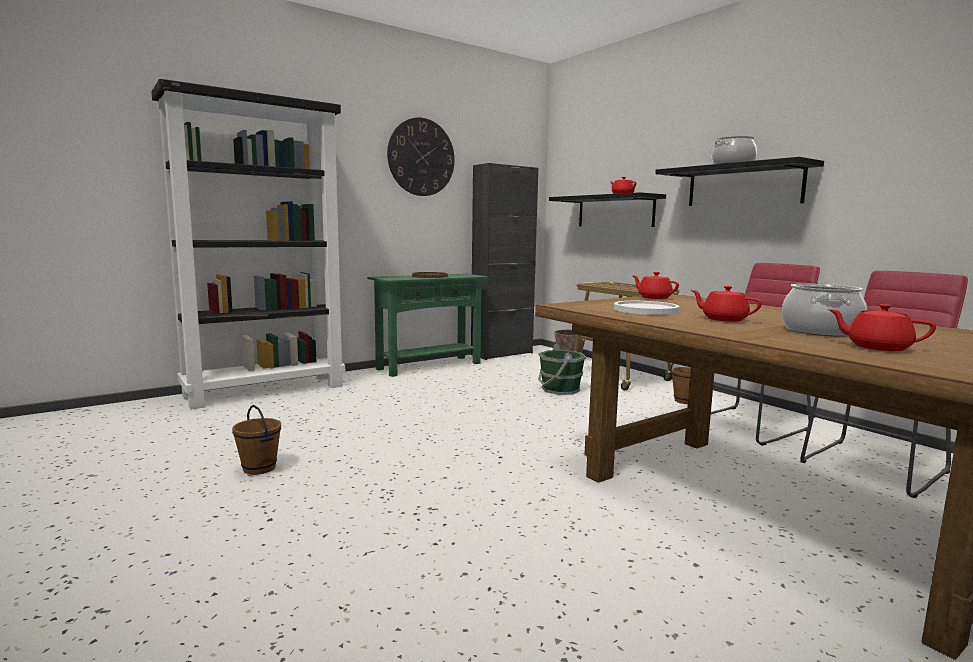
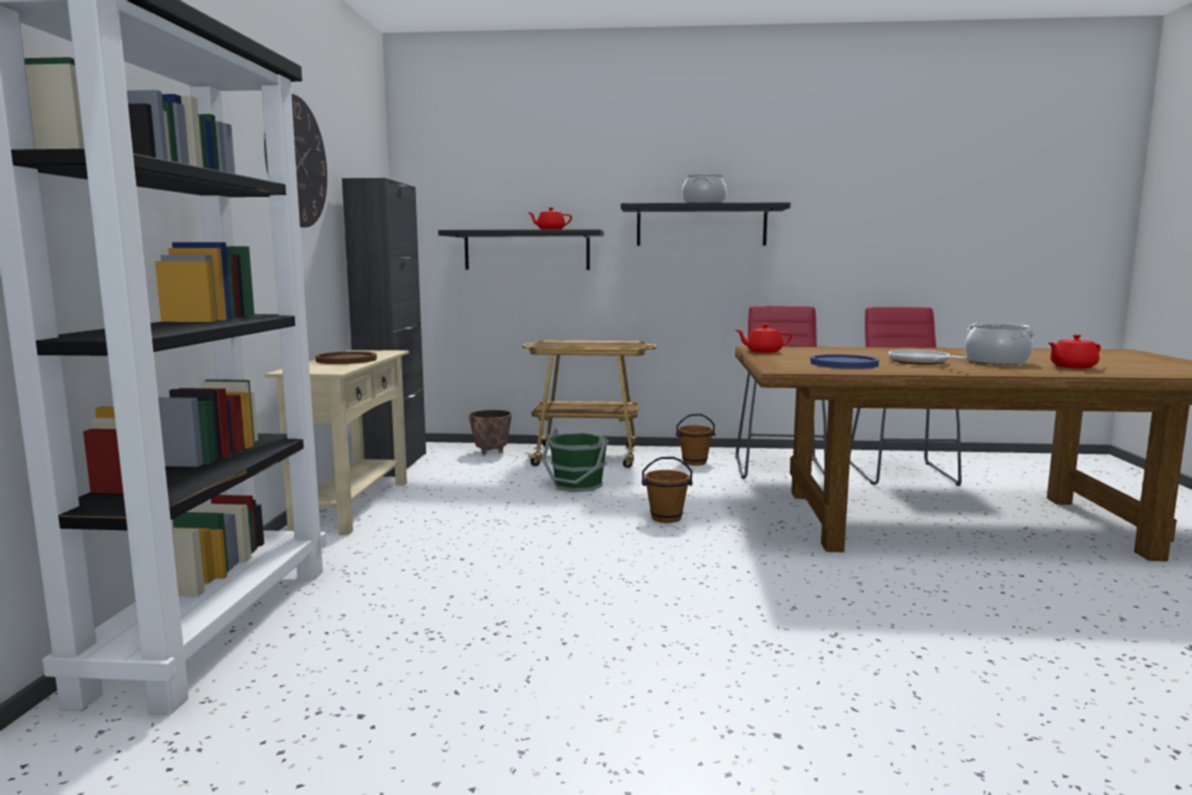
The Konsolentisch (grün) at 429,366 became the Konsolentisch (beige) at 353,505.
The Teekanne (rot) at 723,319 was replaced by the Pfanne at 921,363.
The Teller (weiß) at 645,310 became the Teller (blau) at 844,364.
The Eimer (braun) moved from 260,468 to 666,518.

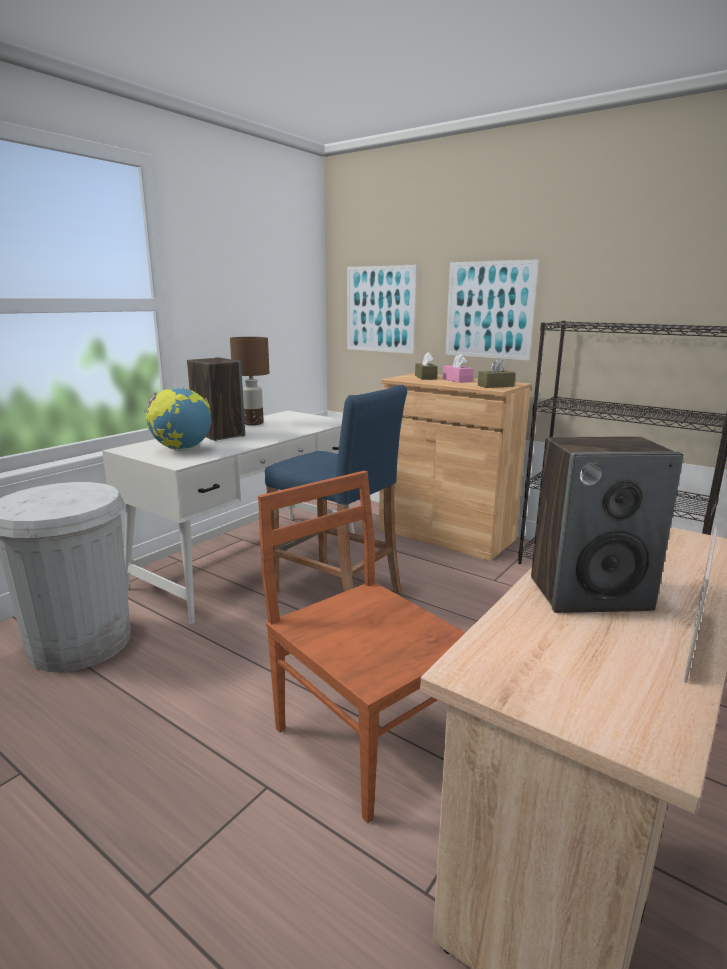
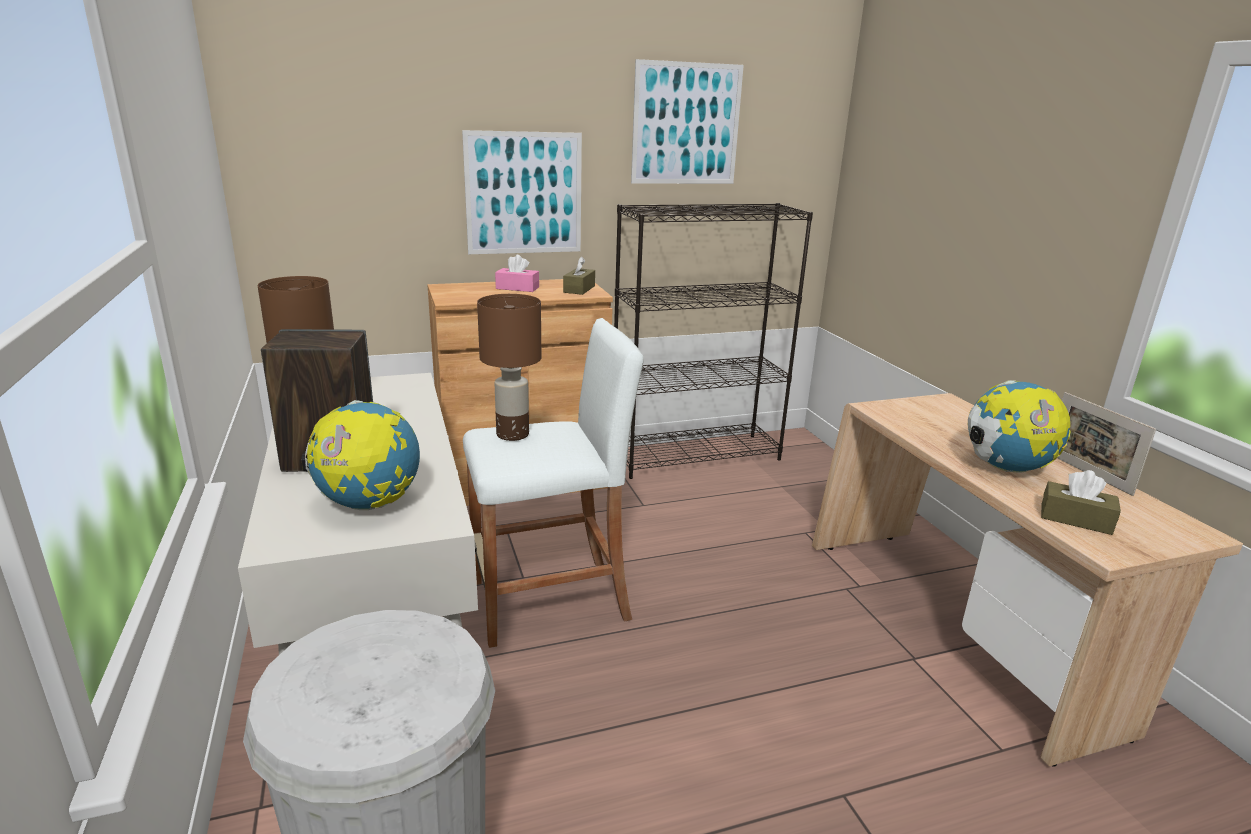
The Bild moved from 380,309 to 686,124.
The Taschentuchbox (braun) moved from 425,377 to 1075,519.
The Hocker (blau) at 336,592 became the Hocker (weiß) at 549,601.
The Lautsprecher at 589,593 was replaced by the Globus at 1005,468.
The Stuhl (braun) at 366,736 disappeared.
The Tischlampe (braun) at 512,434 appeared.

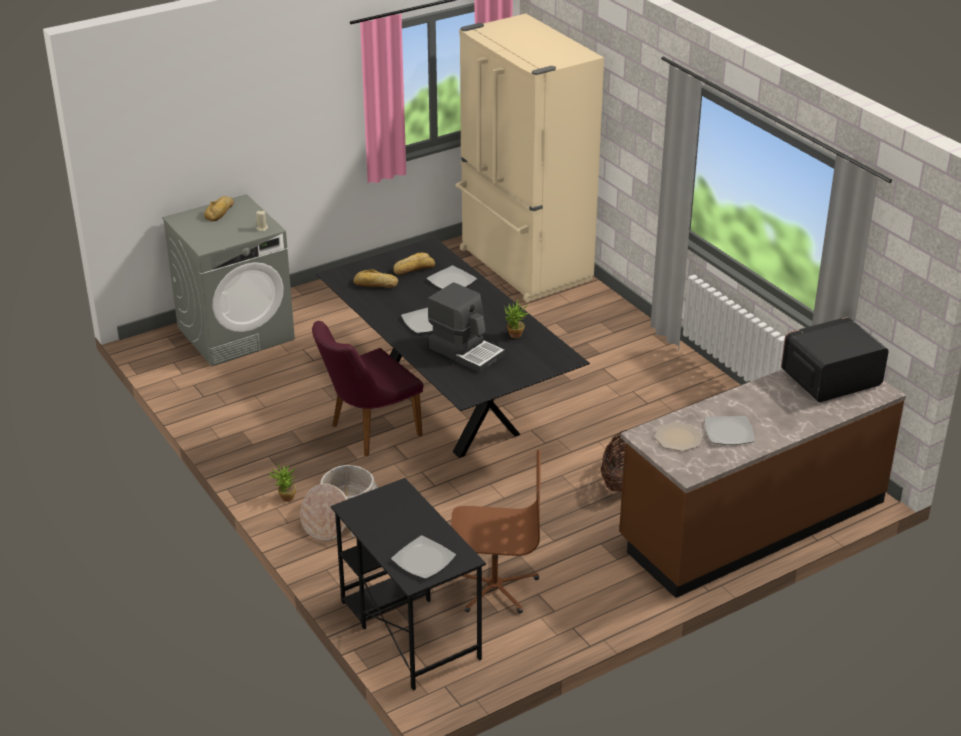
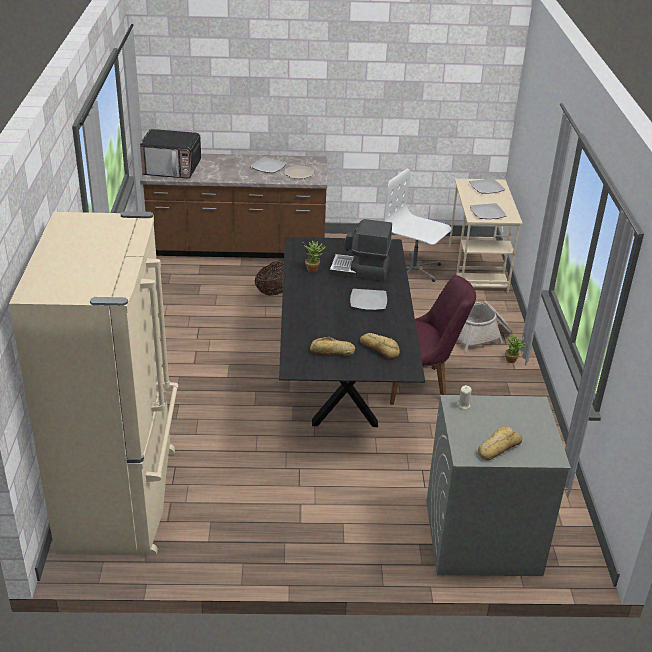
The Teller moved from 451,281 to 487,213.
The Kaffeemaschine at 466,351 turned 60 degrees counterclockwise.
The Bürostuhl (braun) at 494,587 became the Bürostuhl (weiß) at 414,270.
The Schreibtisch (schwarz) at 409,629 became the Schreibtisch (beige) at 477,269.

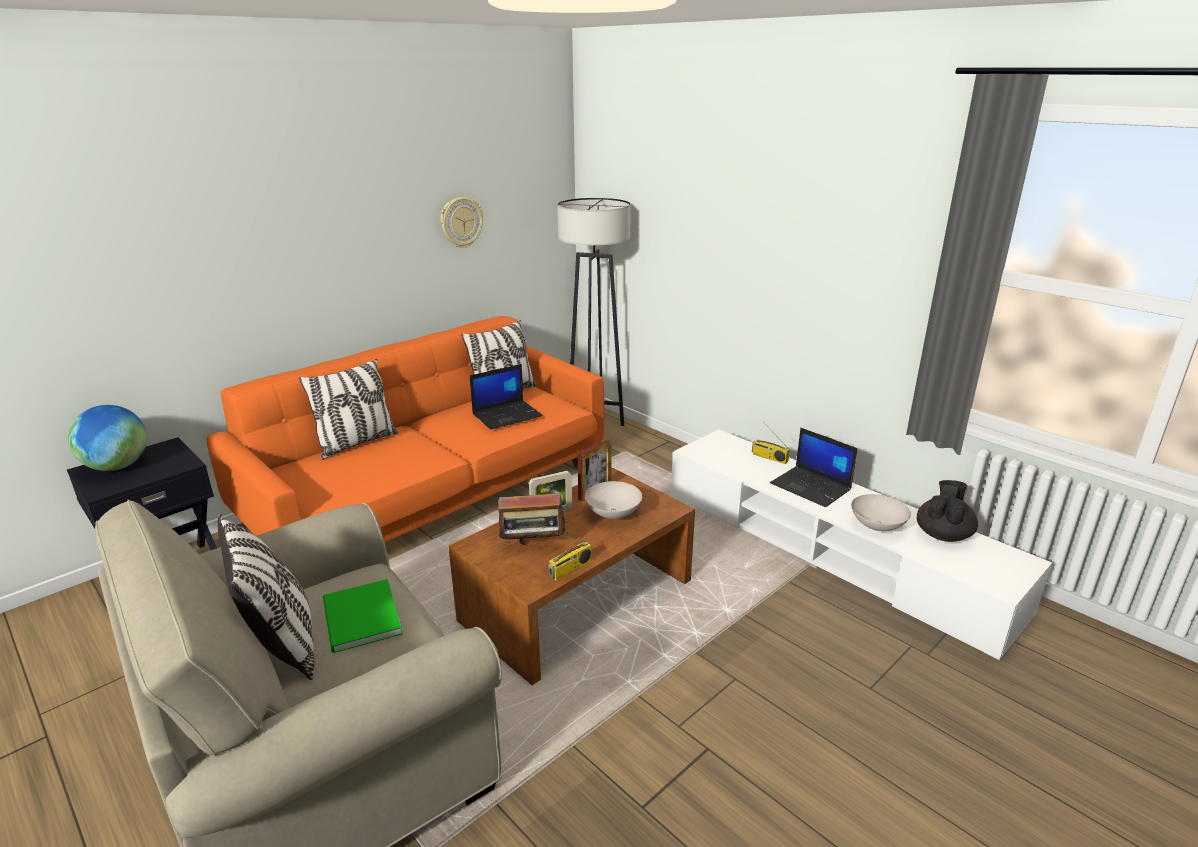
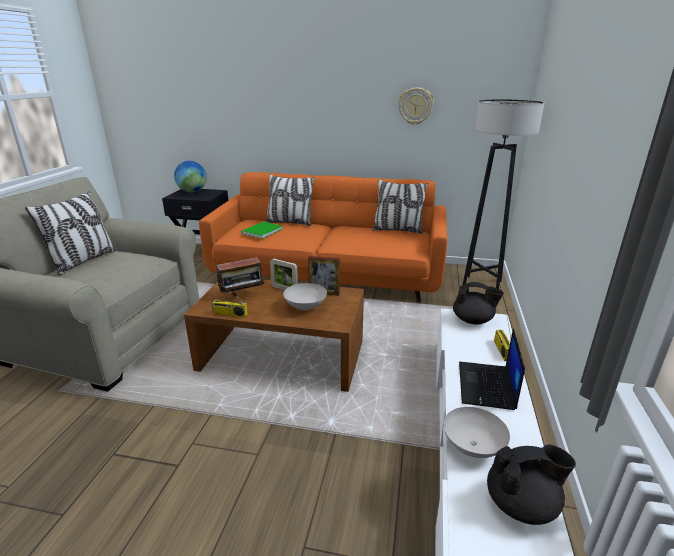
The Laptop at 507,415 disappeared.
The Radio at 533,546 turned 75 degrees counterclockwise.
The Buch (grün) moved from 360,619 to 260,231.
The Teekanne (schwarz) at 473,320 appeared.

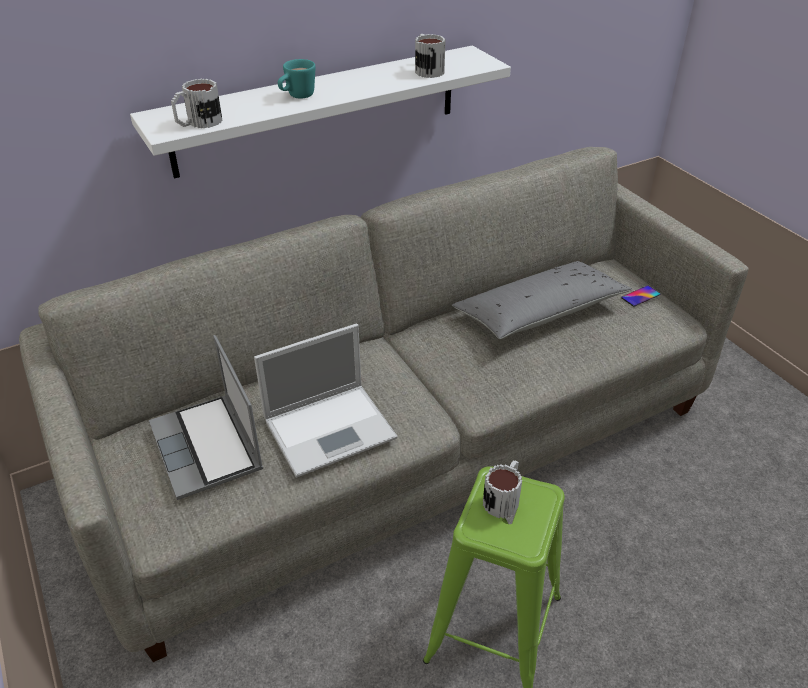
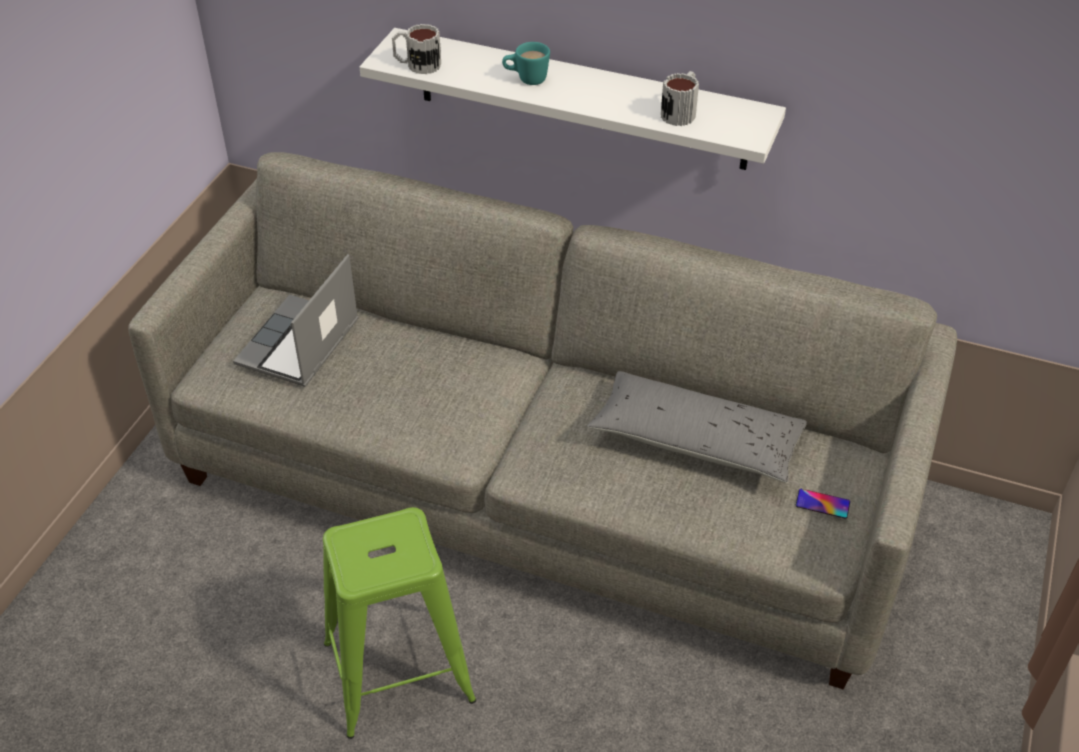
The Laptop at 332,428 disappeared.
The Henkelbecher at 503,498 disappeared.

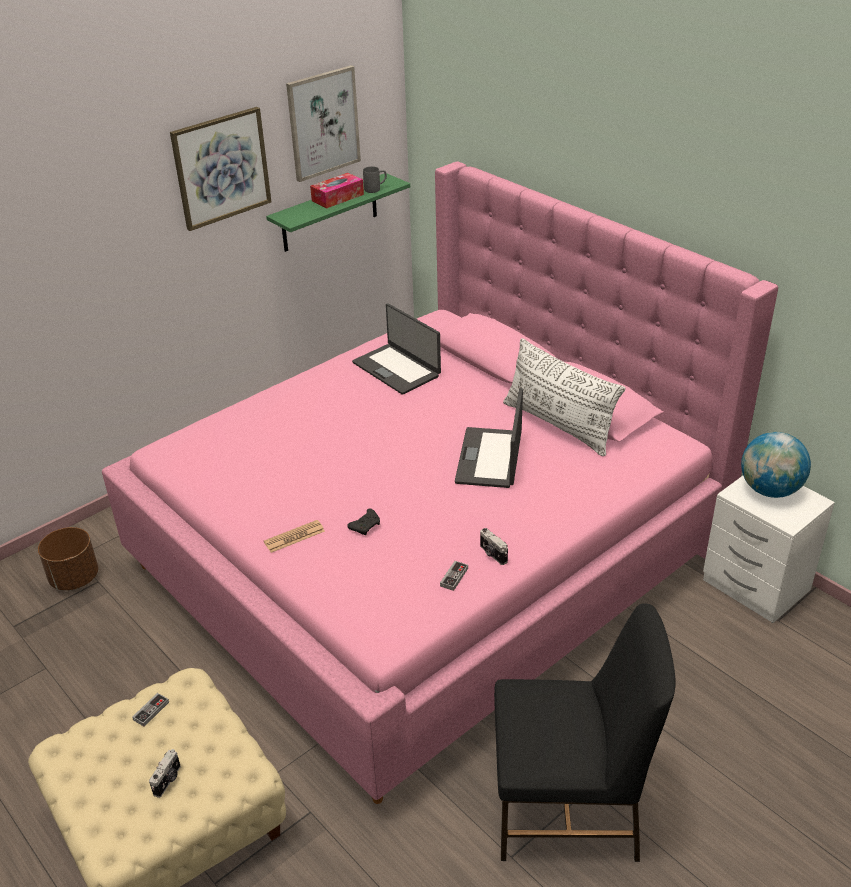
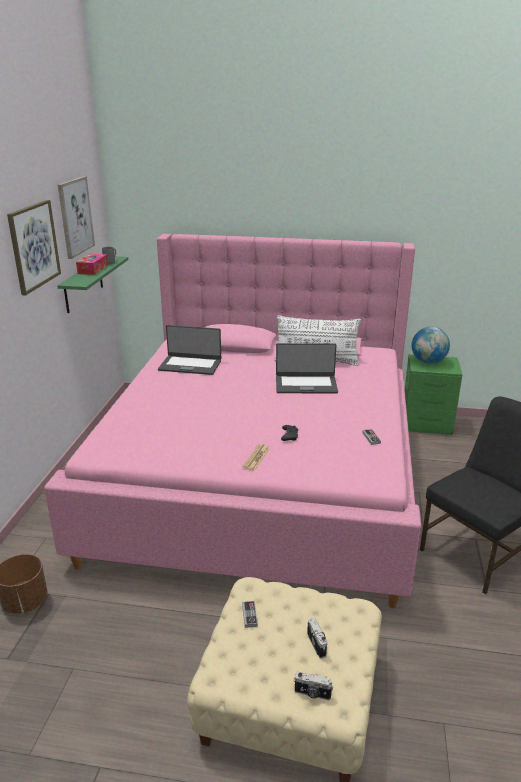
The Laptop at 490,458 turned 60 degrees counterclockwise.
The Nachttisch (weiß) at 756,587 became the Nachttisch (grün) at 427,424.
The Kamera moved from 492,554 to 312,694.

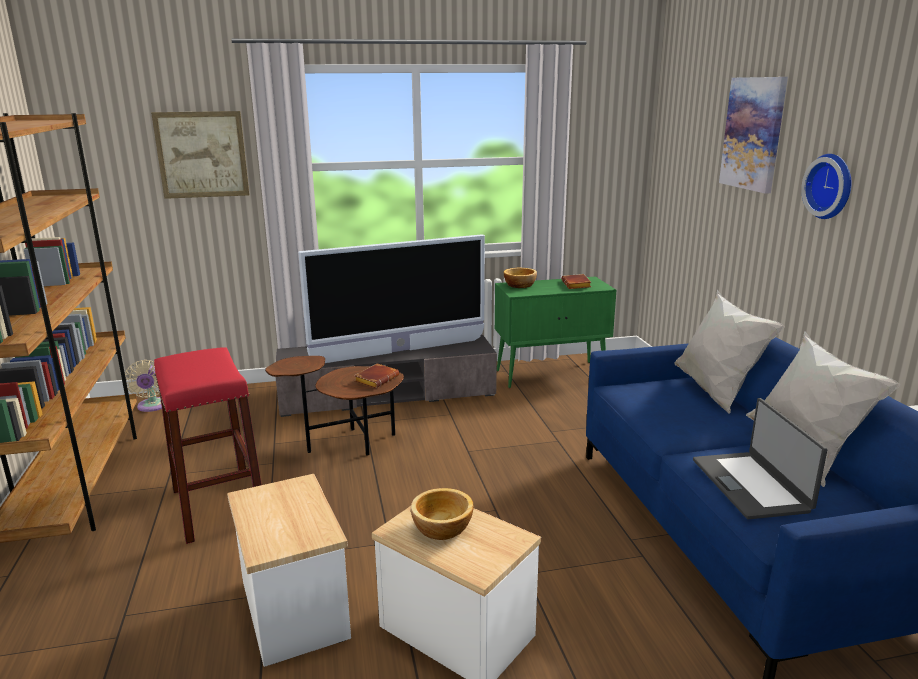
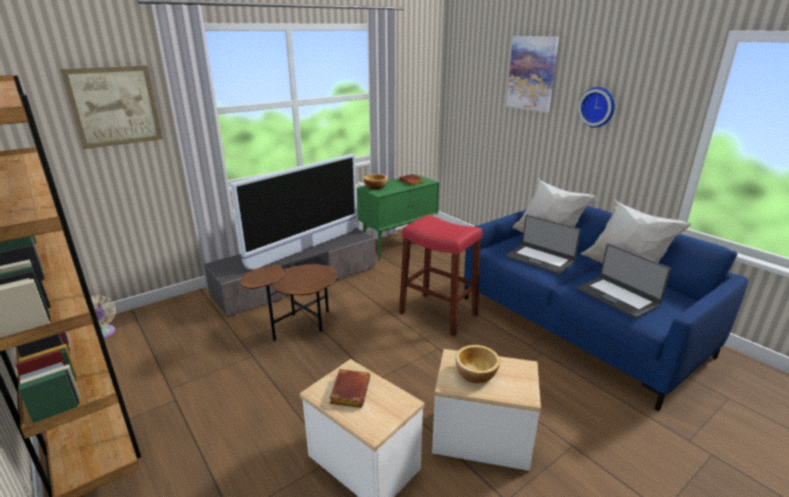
The Hocker (rot) moved from 218,505 to 438,314.
The Buch (braun) moved from 376,379 to 349,390.
The Laptop at 540,259 appeared.

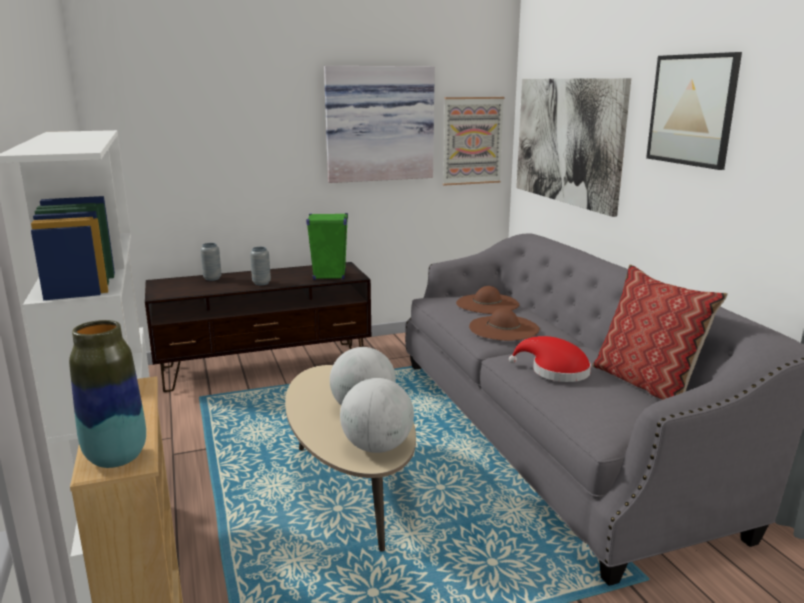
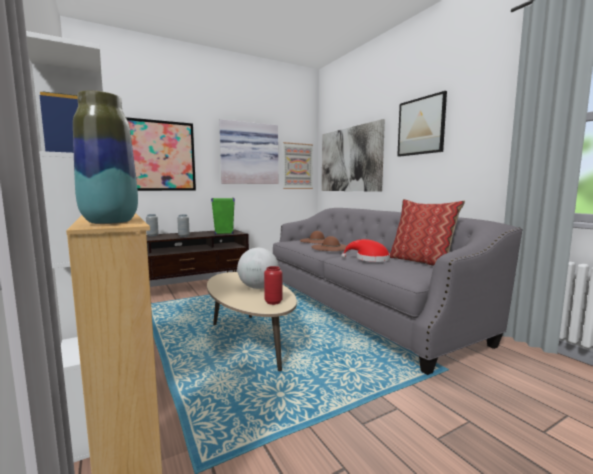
The Globus at 377,447 was replaced by the Vase (rot) at 273,302.
The Bild at 158,156 appeared.

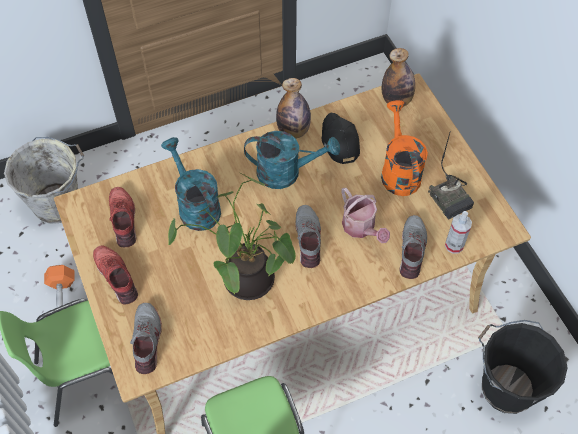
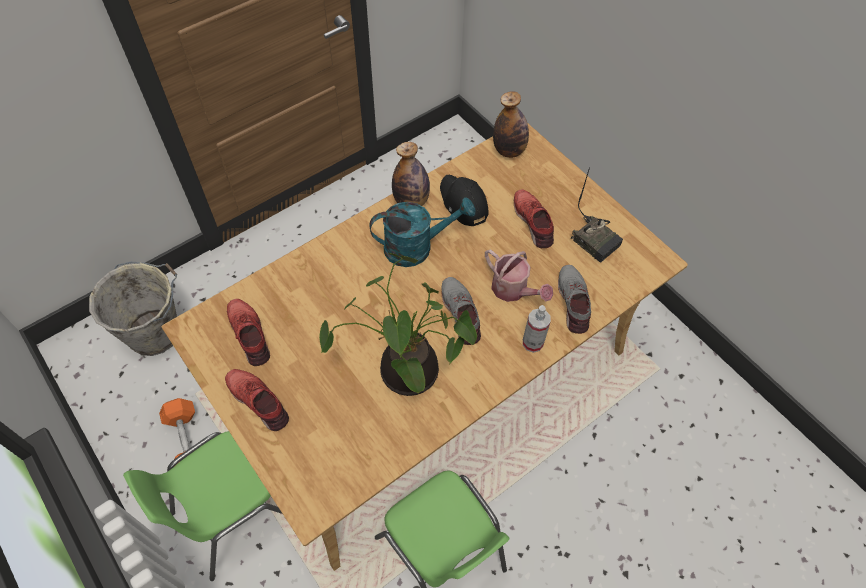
The Gießkanne (orange) at 398,170 was replaced by the Schuh (rot) at 533,222.
The Gießkanne (türkis) at 195,205 disappeared.
The Sprühflasche moved from 454,245 to 532,343.
The Schuh (grau) at 148,340 disappeared.
The Eimer (schwarz) at 505,386 disappeared.

